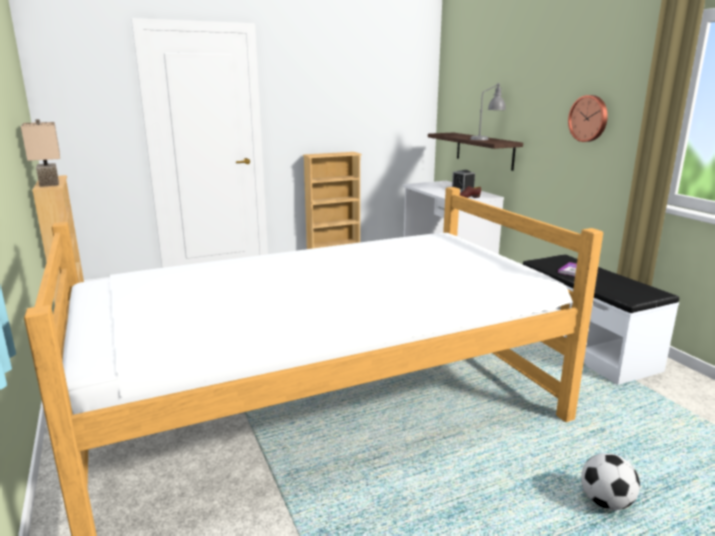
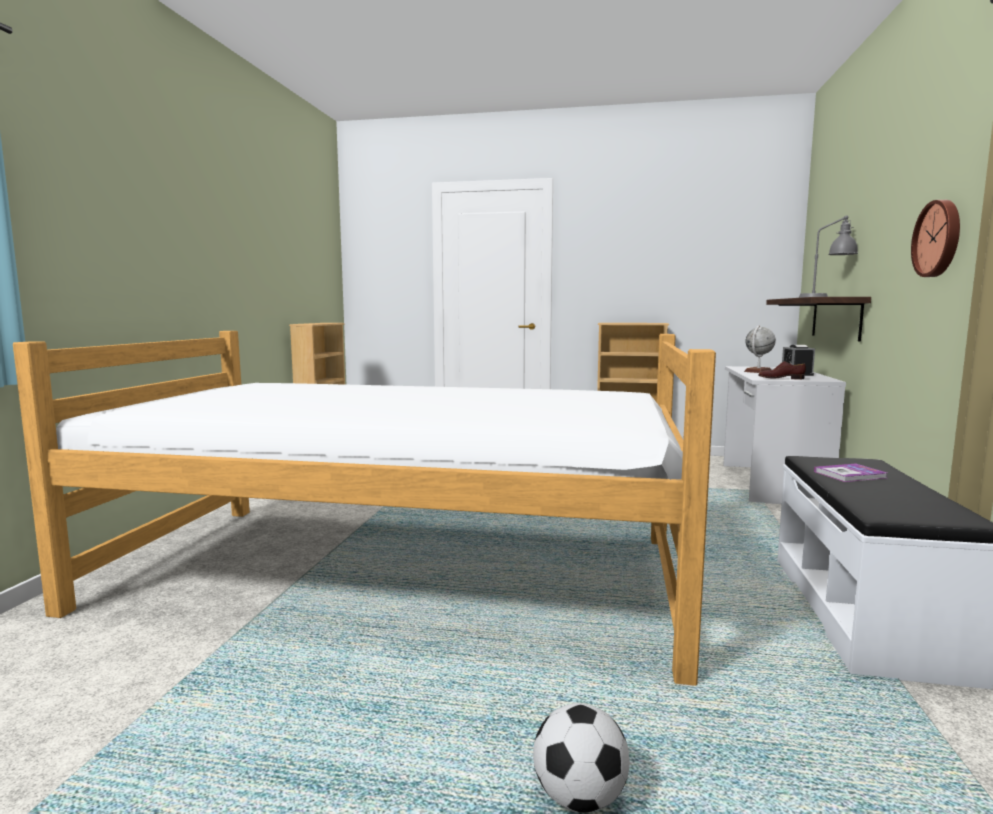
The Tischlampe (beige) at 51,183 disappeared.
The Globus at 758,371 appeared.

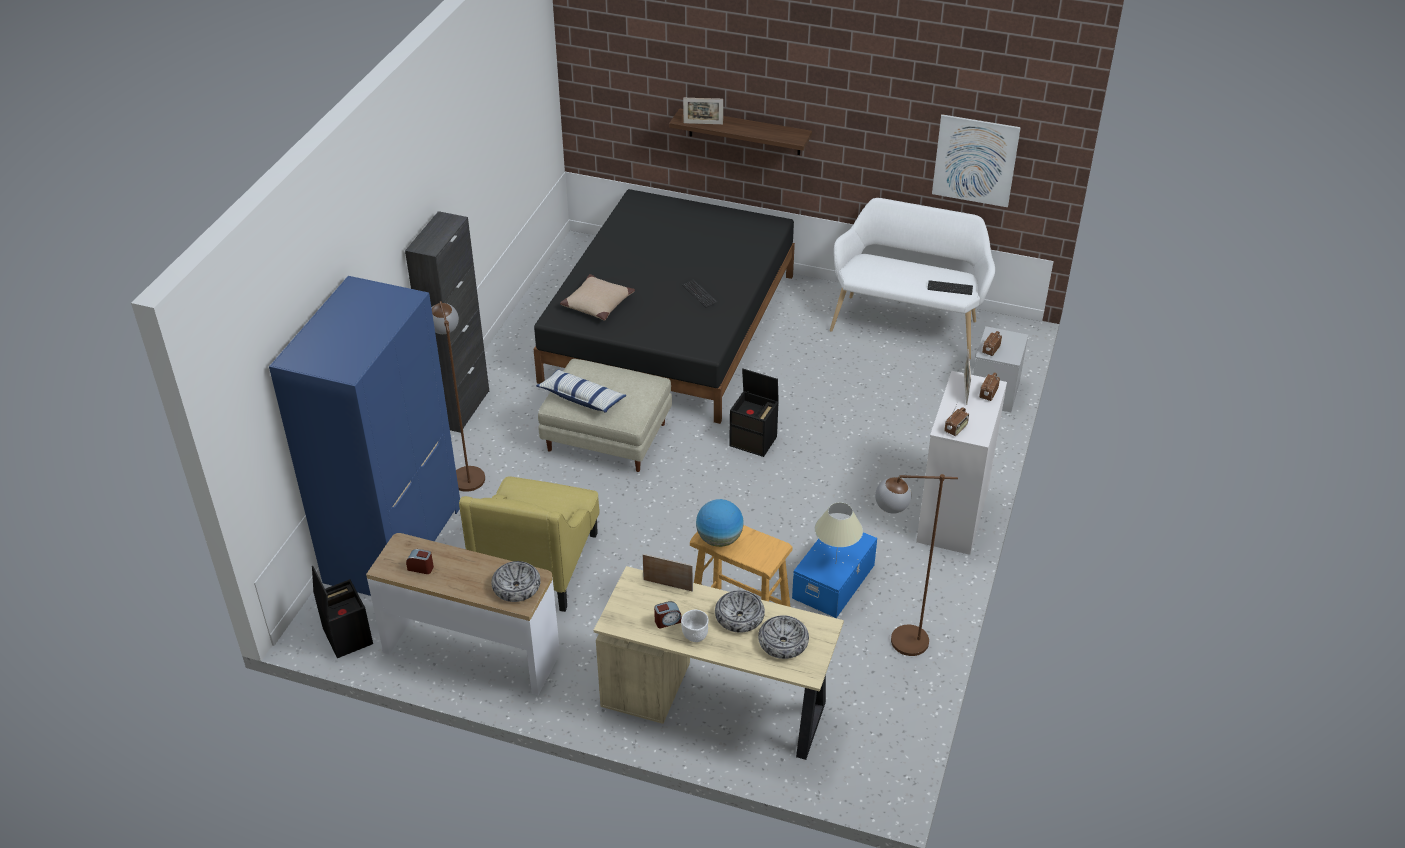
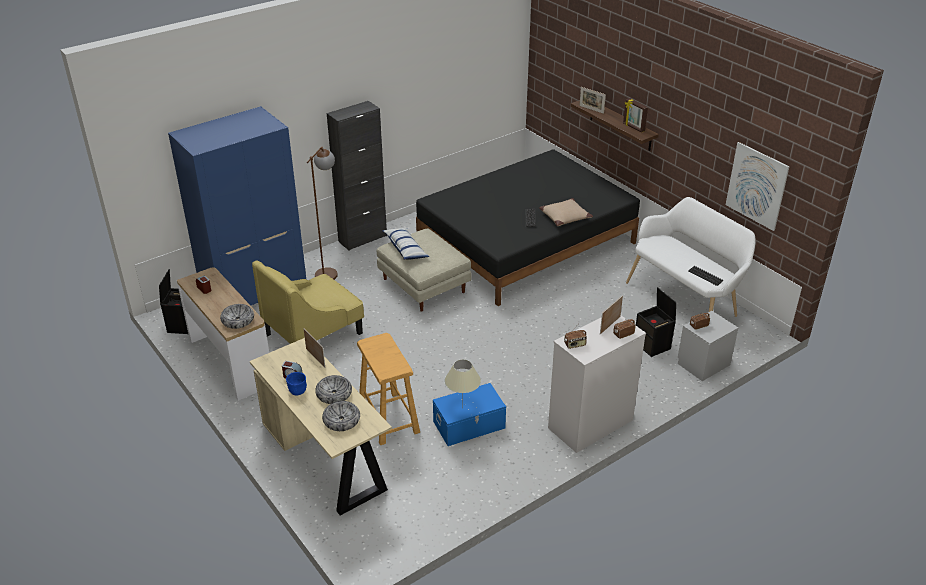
The Kissen (beige) moved from 597,304 to 565,217.
The Aufbewahrungsbox (schwarz) moved from 754,441 to 652,345.
The Stehlampe (braun) at 895,641 disappeared.
The Globus at 719,539 disappeared.
The Schüssel (weiß) at 694,636 became the Schüssel (blau) at 297,391.
The Bilderrahmen at 633,127 appeared.

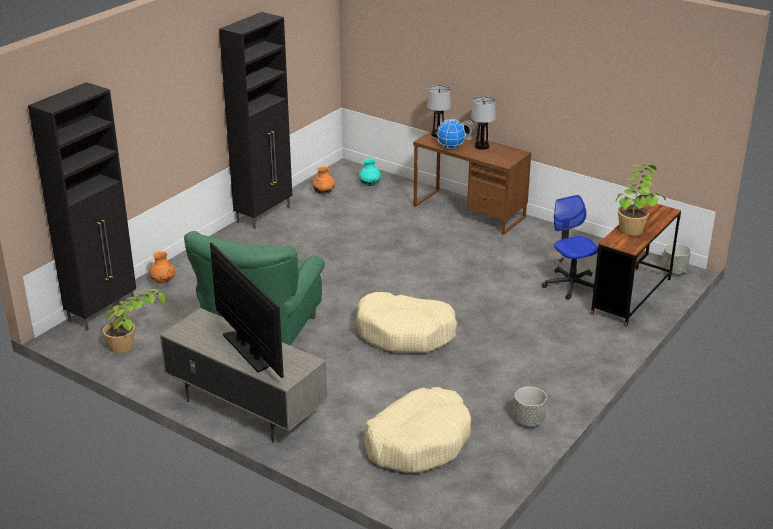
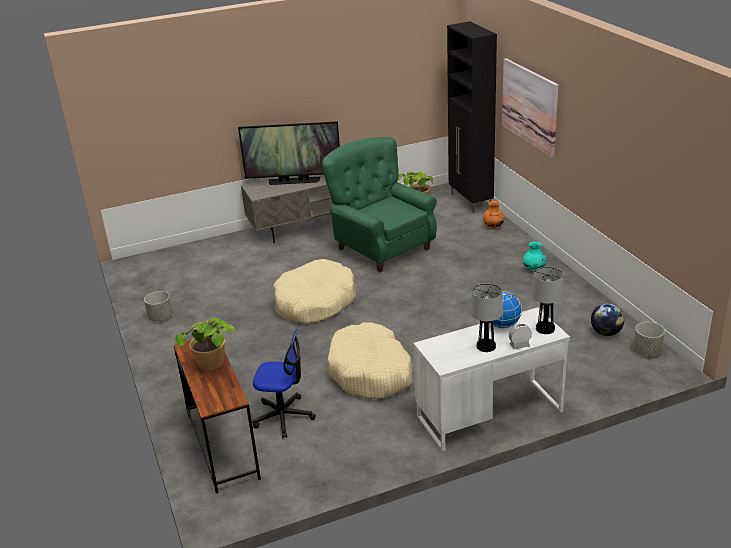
The Schrank (schwarz) at 264,214 disappeared.
The Schreibtisch (braun) at 469,211 became the Schreibtisch (weiß) at 489,413.
The Vase (türkis) moved from 370,184 to 534,269.
The Vase (orange) at 323,193 was replaced by the Globus at 606,333.
The Pflanzkübel (grau) moved from 674,270 to 647,351.
The Hundebett (beige) moved from 418,442 to 370,372.
The Bild at 529,106 appeared.

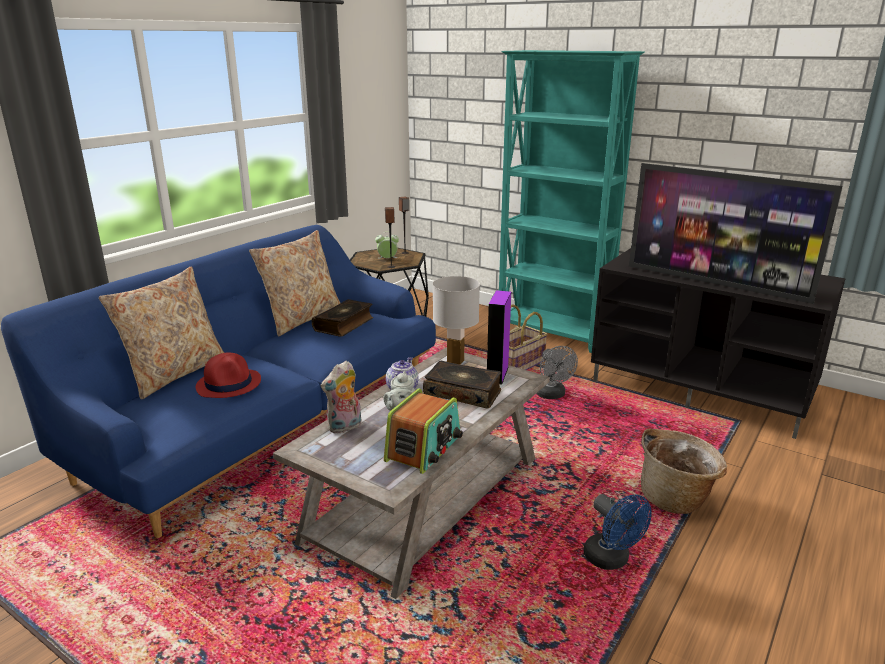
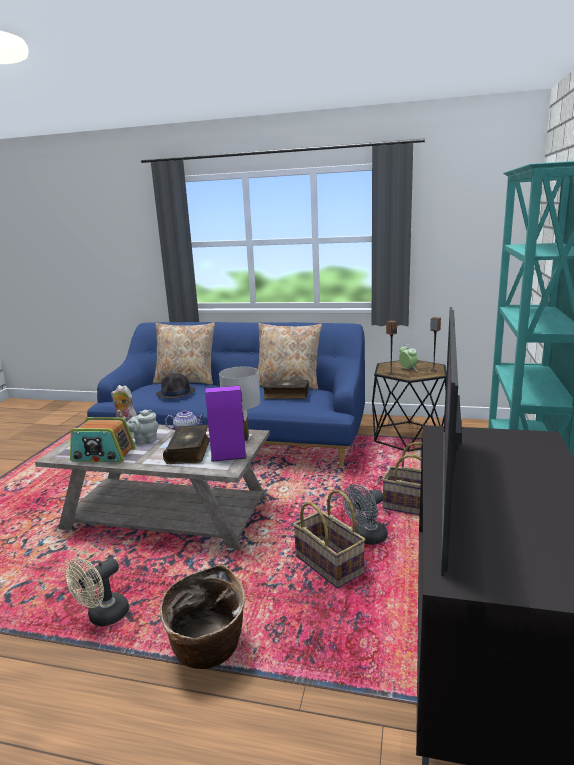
The Hut (rot) at 229,384 became the Hut (schwarz) at 176,393.
The Ventilator (blau) at 611,560 became the Ventilator (beige) at 103,617.
The Korb at 330,564 appeared.

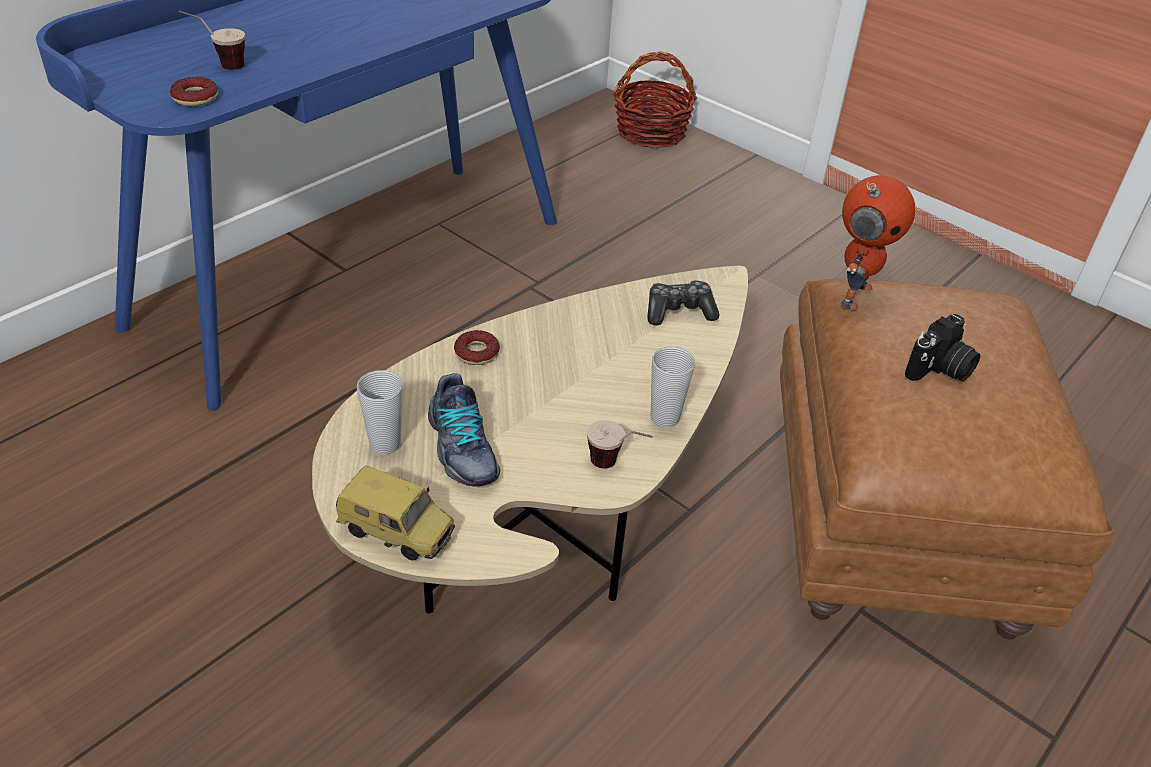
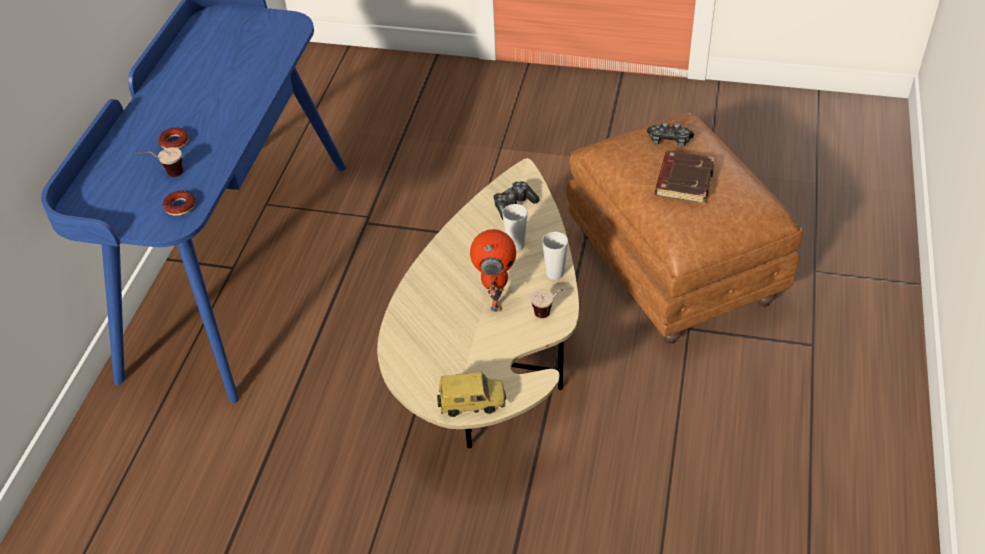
The Korb at 651,132 disappeared.
The Spielzeugroboter moved from 853,294 to 495,298.
The Kamera at 940,370 was replaced by the Buch (braun) at 683,181.
The Donut moved from 476,353 to 174,142.
The Tasse moved from 385,444 to 515,245.
The Schuh at 461,449 disappeared.
The Gamepad at 669,141 appeared.

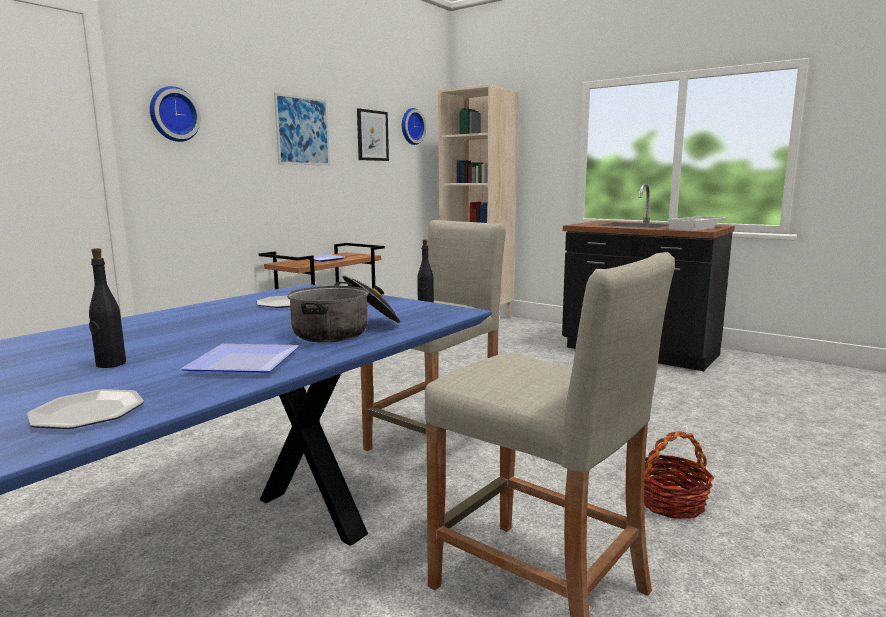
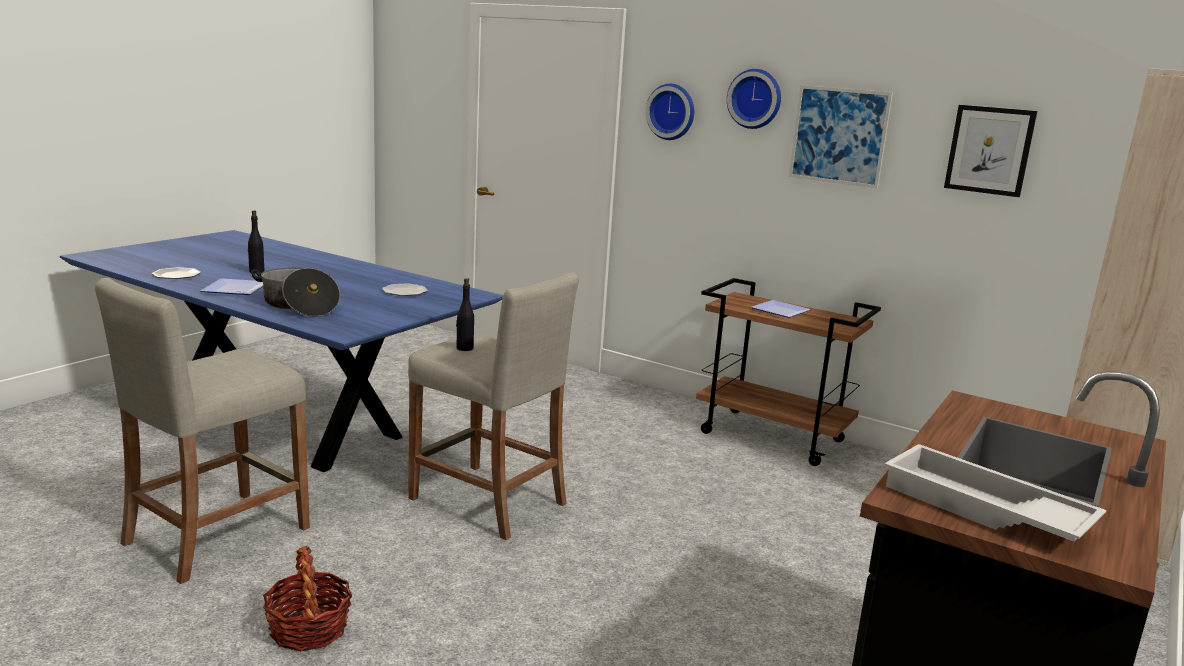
The Wanduhr moved from 411,126 to 755,99.

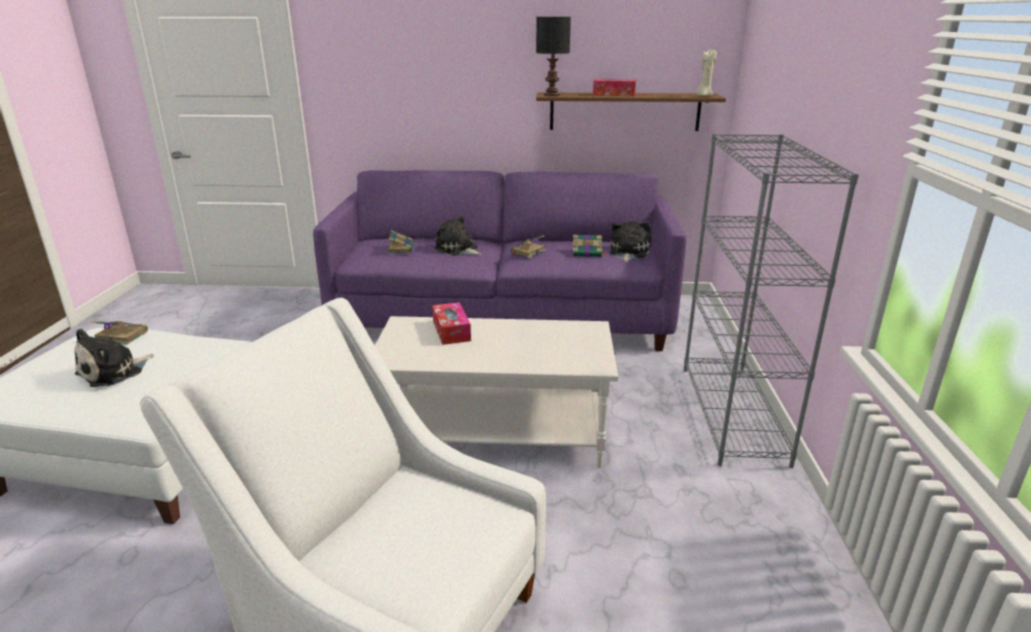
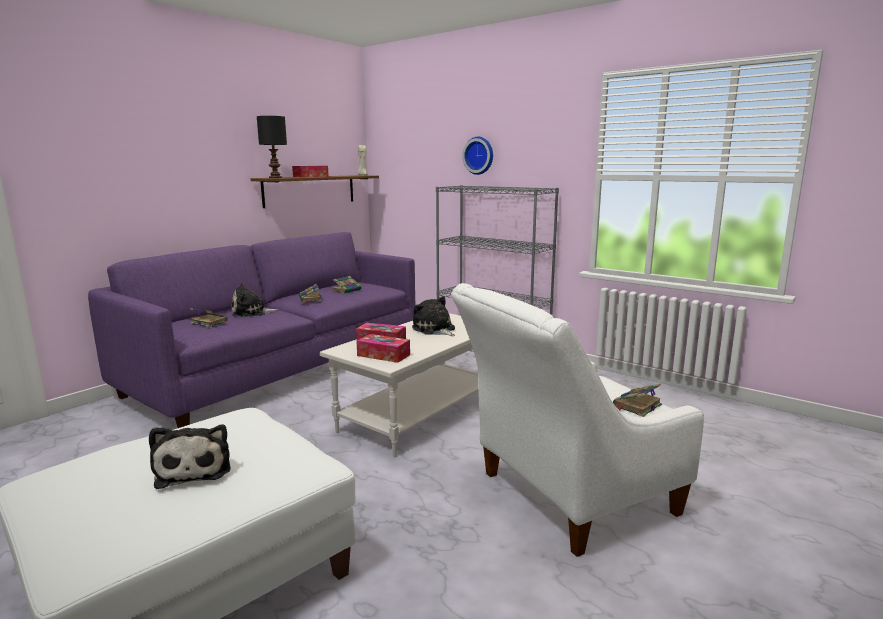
The Plüschtier moved from 628,252 to 434,329.
The Buch moved from 120,336 to 636,406.
The Wanduhr at 479,155 appeared.
The Taschentuchbox at 383,355 appeared.

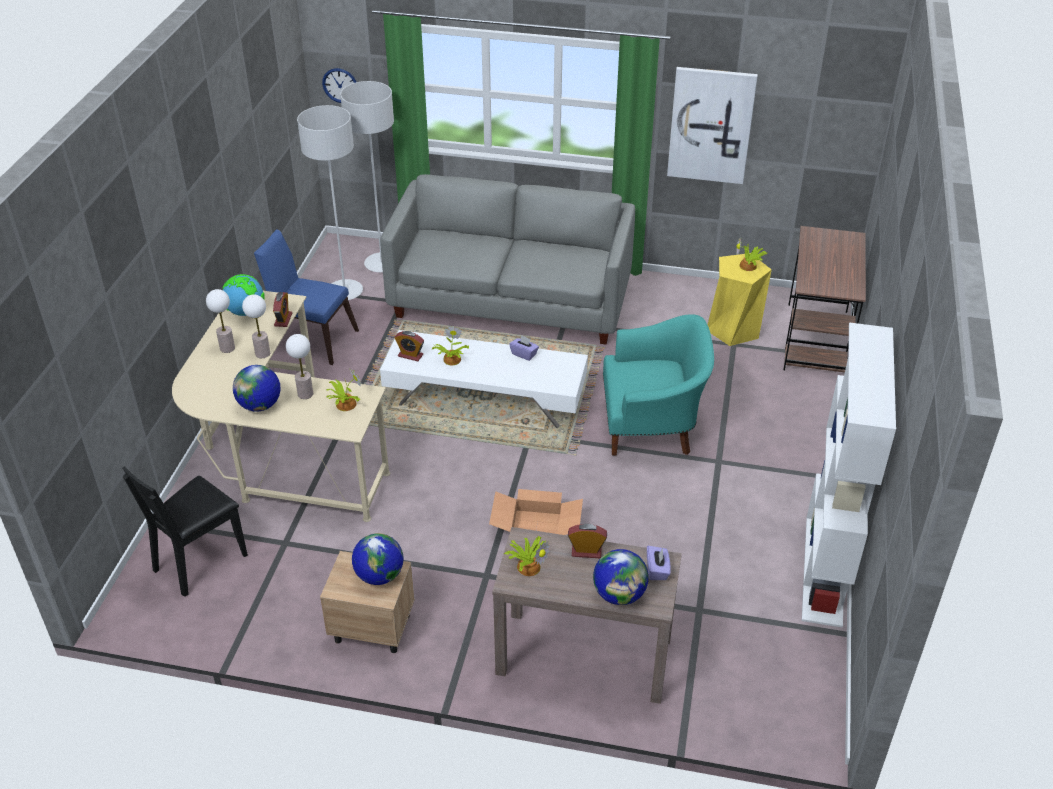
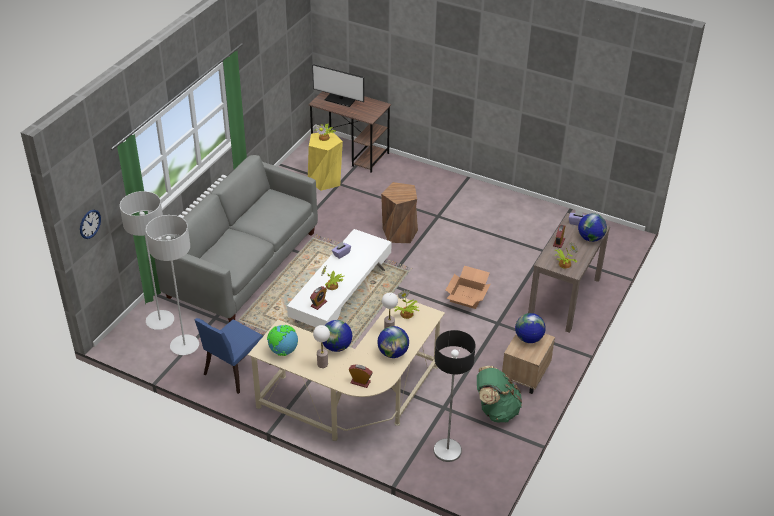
The Bild at 711,125 disappeared.
The Wecker moved from 283,319 to 360,382.
The Tischlampe at 262,353 was replaced by the Globus at 336,347.
The Sessel (türkis) at 652,427 was replaced by the Hocker (braun) at 399,233.
The Bücherregal (weiß) at 824,571 disappeared.
The Stuhl (schwarz) at 200,561 was replaced by the Stehlampe at 447,451.
The Monitor at 339,100 appeared.
The Rucksack (grün) at 496,410 appeared.

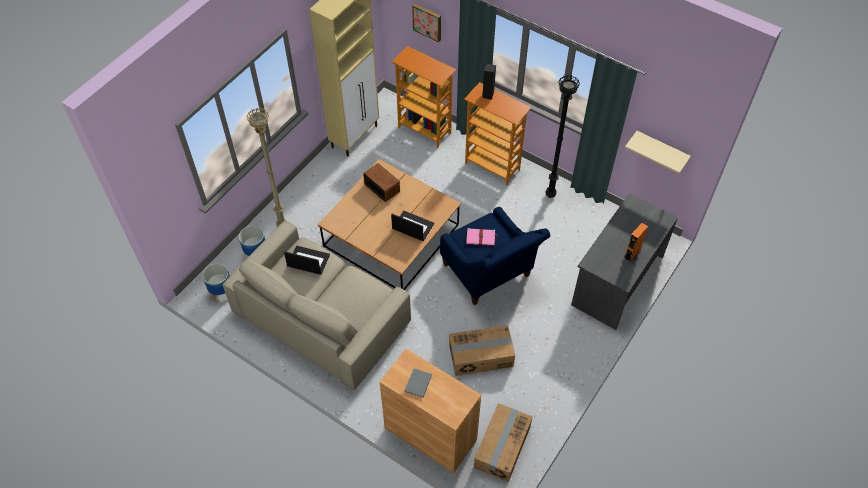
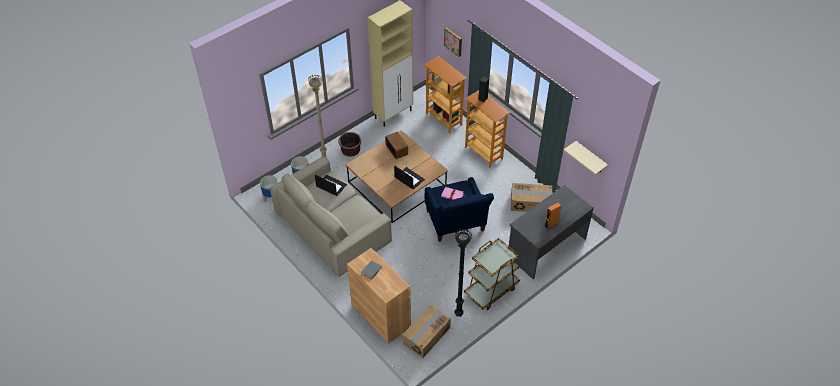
The Stehlampe (schwarz) moved from 549,195 to 458,314.
The Karton moved from 481,356 to 530,203.
The Pflanzkübel (braun) at 350,150 appeared.
The Rollwagen (braun) at 491,290 appeared.

